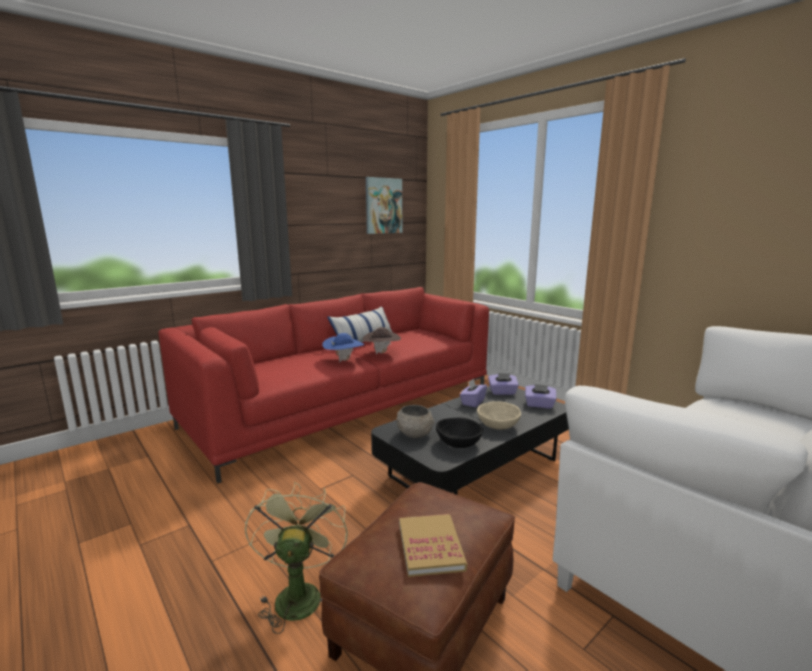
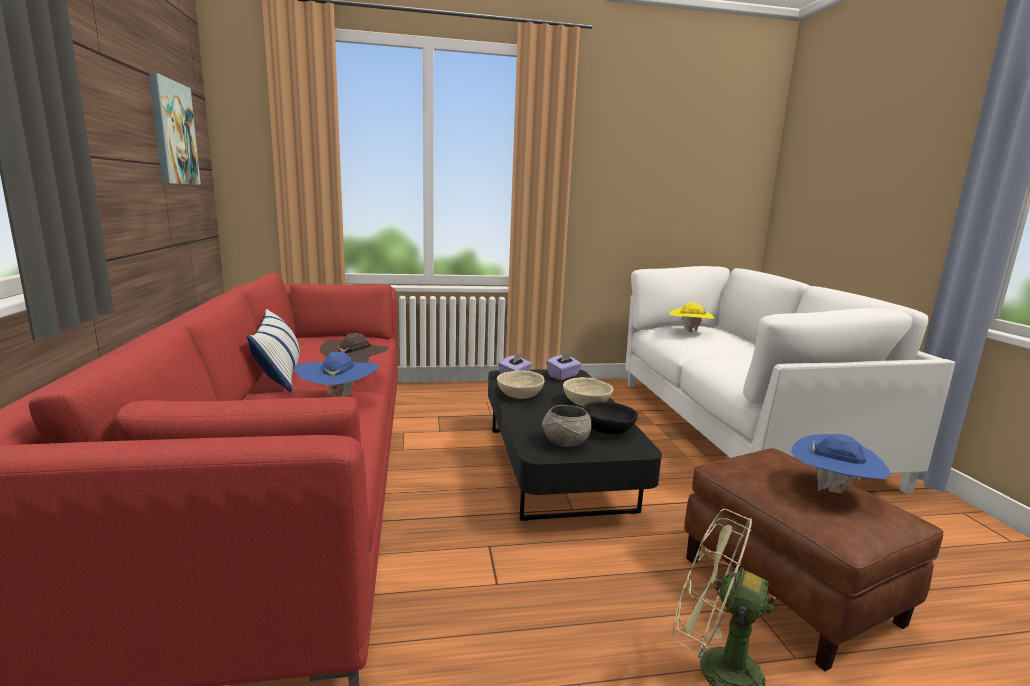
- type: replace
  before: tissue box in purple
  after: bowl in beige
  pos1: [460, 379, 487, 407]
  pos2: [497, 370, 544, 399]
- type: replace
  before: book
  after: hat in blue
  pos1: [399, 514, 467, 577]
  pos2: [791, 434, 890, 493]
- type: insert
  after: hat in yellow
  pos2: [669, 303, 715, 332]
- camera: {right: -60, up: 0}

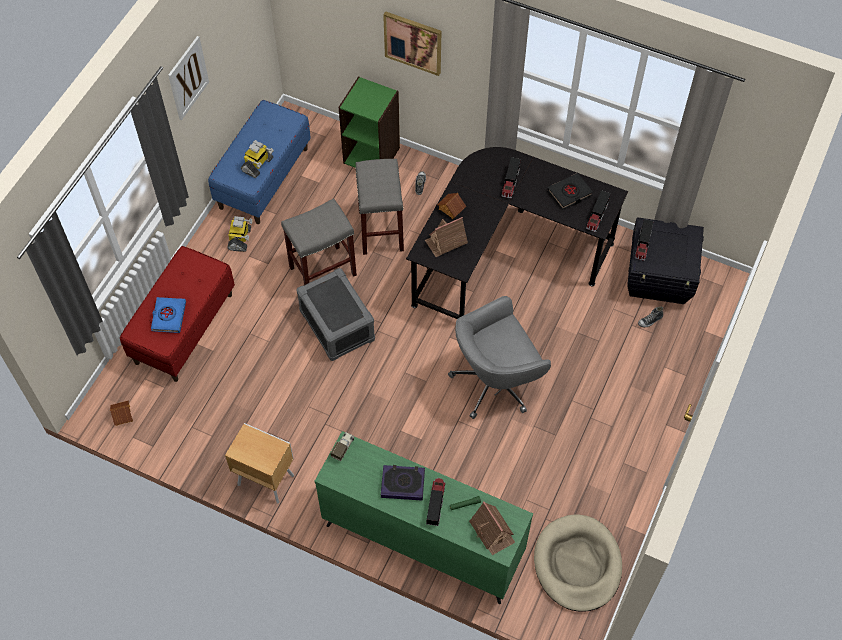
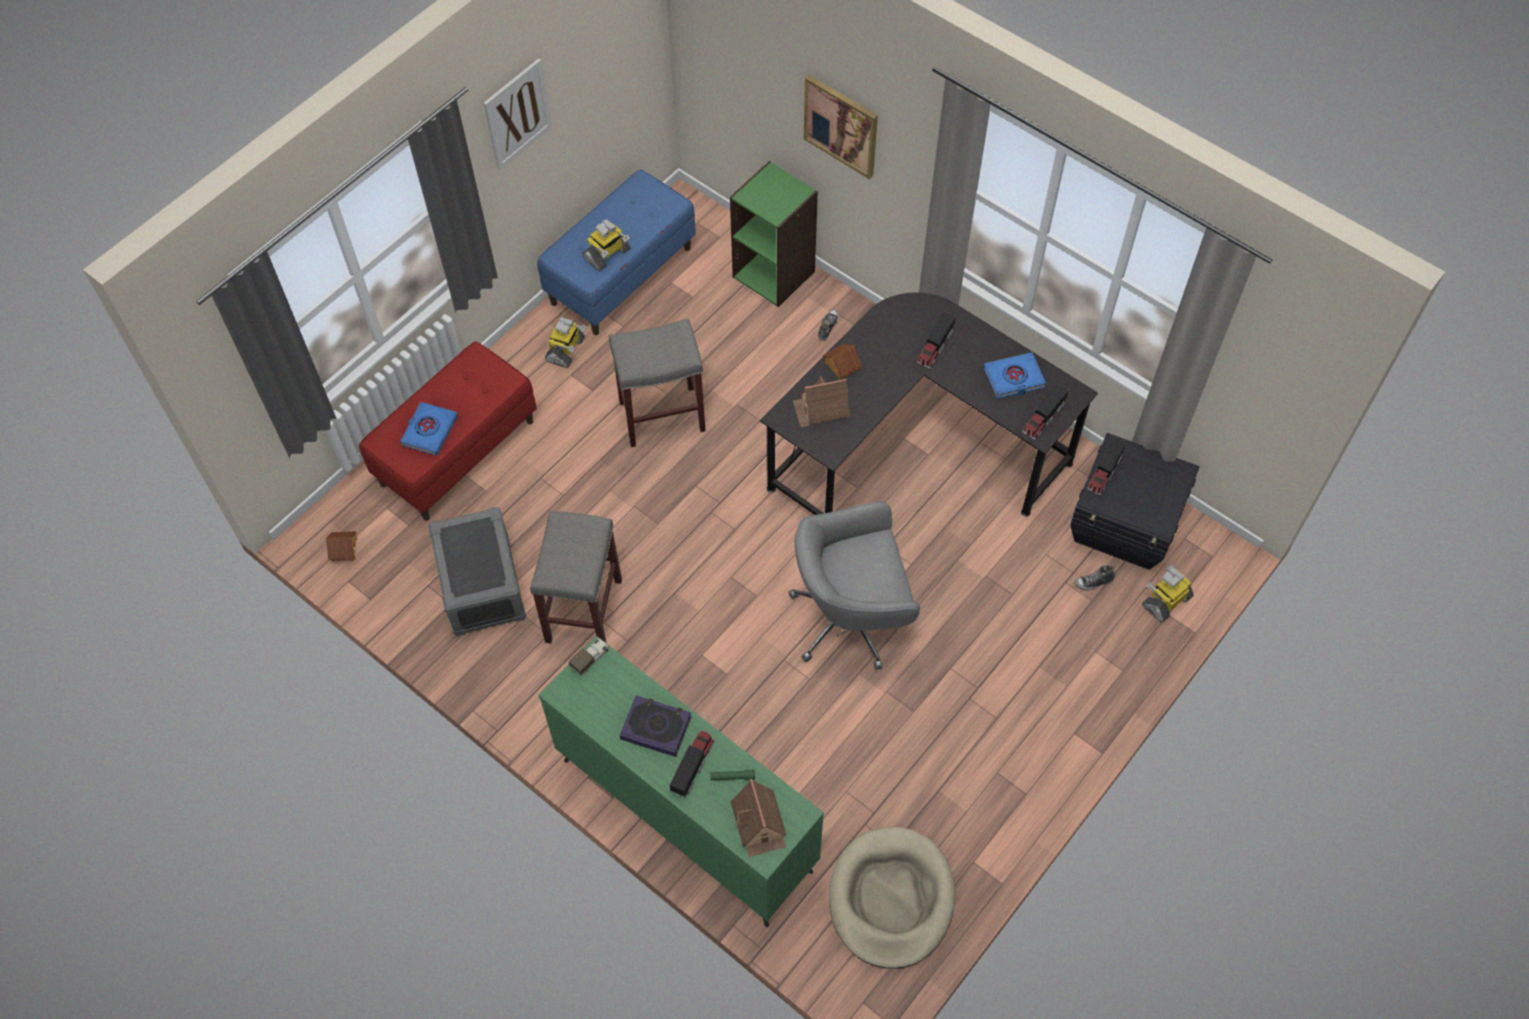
- type: move
  before: stool in grey
  pos1: [355, 159, 404, 255]
  pos2: [530, 511, 622, 644]
- type: recolor
  before: book in black
  after: book in blue
  pos1: [547, 173, 593, 209]
  pos2: [983, 352, 1046, 399]
- type: move
  before: storage box in grey
  pos1: [296, 268, 375, 361]
  pos2: [428, 507, 526, 636]
- type: delete
  before: nightstand in brown
  pos1: [225, 423, 294, 504]
- type: insert
  after: toy robot
  pos2: [1142, 565, 1194, 622]
- camera: {right: 15, up: 0}

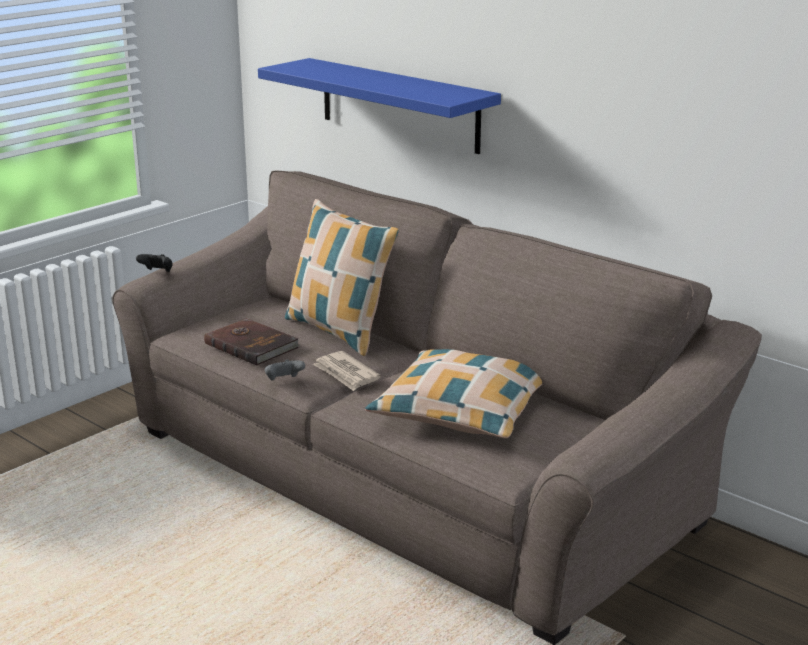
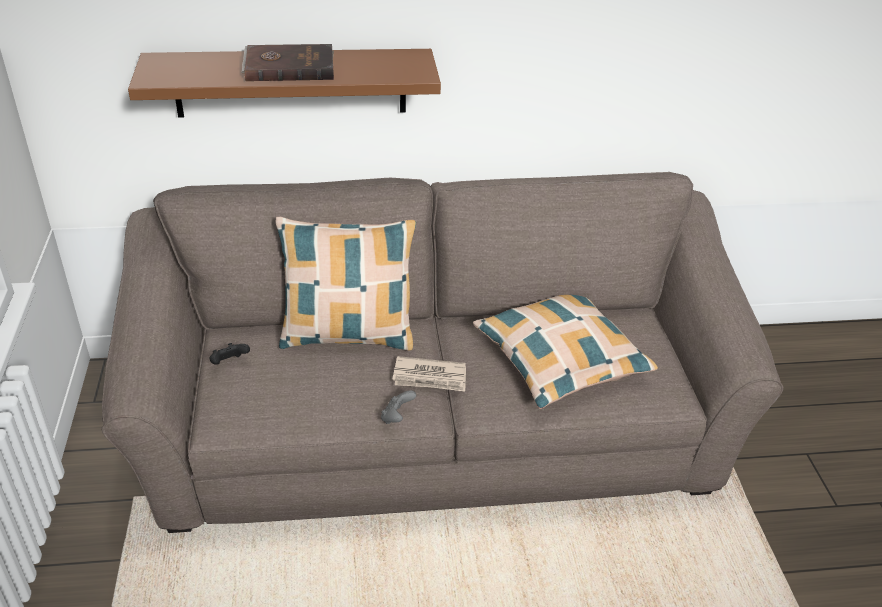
- type: recolor
  before: shelf in blue
  after: shelf in brown
  pos1: [258, 58, 501, 154]
  pos2: [128, 49, 441, 118]
- type: move
  before: game controller in black
  pos1: [136, 254, 173, 272]
  pos2: [209, 343, 250, 365]
- type: move
  before: book in brown
  pos1: [204, 318, 299, 366]
  pos2: [241, 44, 334, 81]
- camera: {right: -50, up: 15}

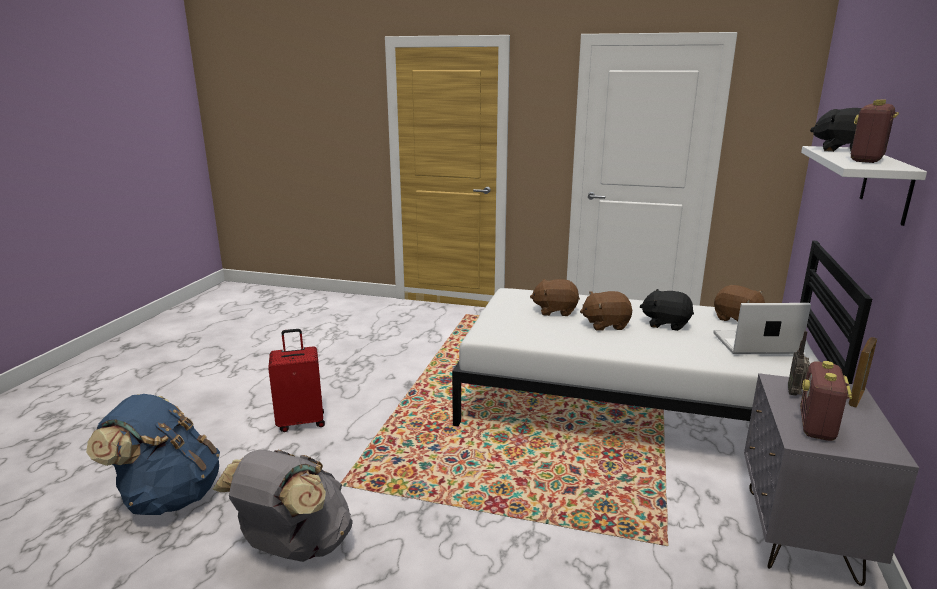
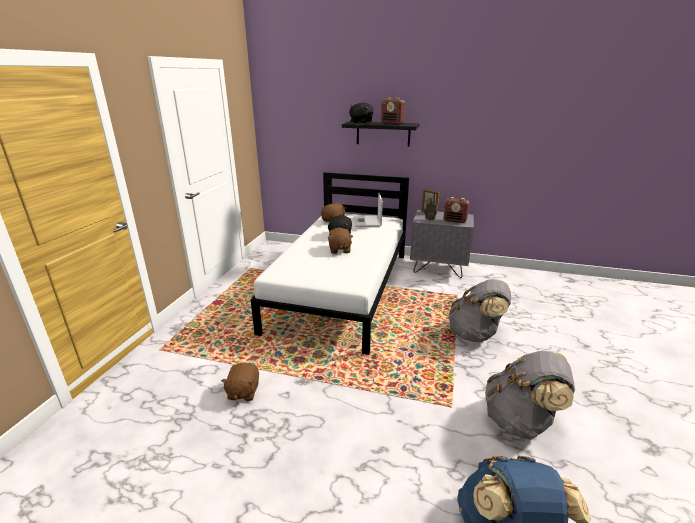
- type: recolor
  before: shelf in white
  after: shelf in black
  pos1: [801, 146, 927, 226]
  pos2: [342, 121, 420, 146]
- type: move
  before: plush toy in brown
  pos1: [530, 279, 580, 316]
  pos2: [221, 362, 259, 401]
- type: delete
  before: suitcase in red
  pos1: [268, 329, 325, 432]
- type: insert
  after: backpack in grey
  pos2: [449, 279, 511, 342]
- camera: {right: -90, up: 5}

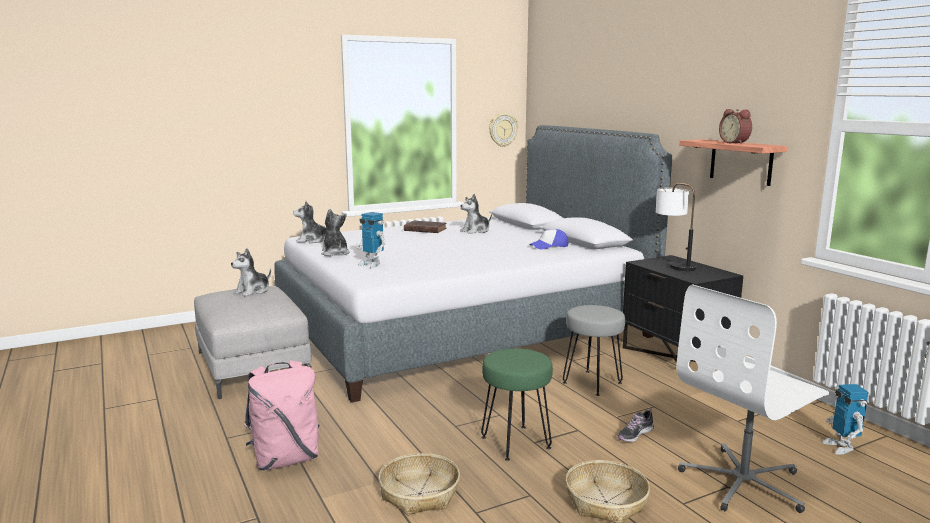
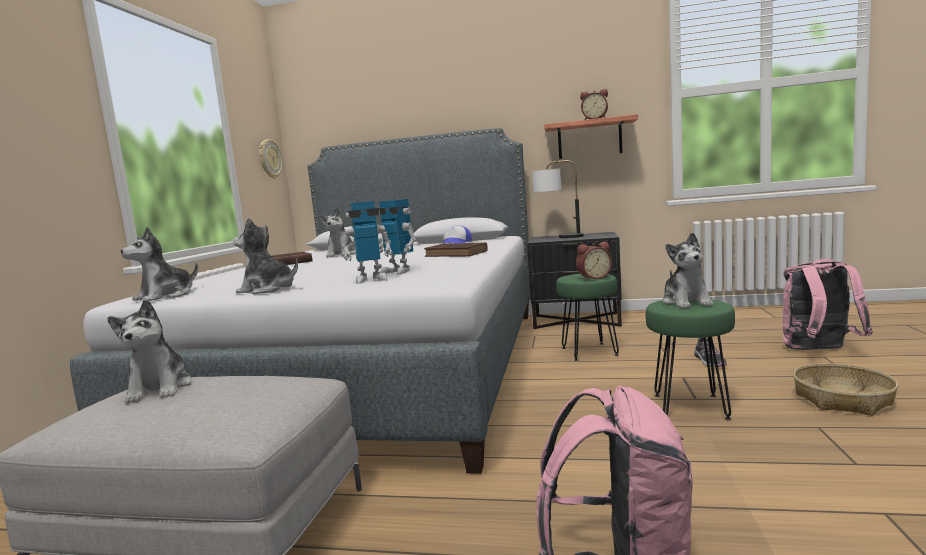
- type: replace
  before: office chair in white
  after: backpack in pink
  pos1: [677, 285, 830, 513]
  pos2: [783, 259, 873, 350]
- type: recolor
  before: stool in grey
  after: stool in green
  pos1: [563, 305, 625, 396]
  pos2: [556, 274, 619, 361]
- type: move
  before: toy robot
  pos1: [822, 384, 869, 455]
  pos2: [379, 199, 416, 275]
- type: delete
  before: basket
  pos1: [378, 453, 460, 516]
- type: insert
  after: plush toy
  pos2: [662, 232, 714, 308]
- type: insert
  after: book in brown
  pos2: [424, 242, 488, 257]
- type: insert
  after: alarm clock
  pos2: [576, 242, 612, 280]
- camera: {right: -50, up: -5}

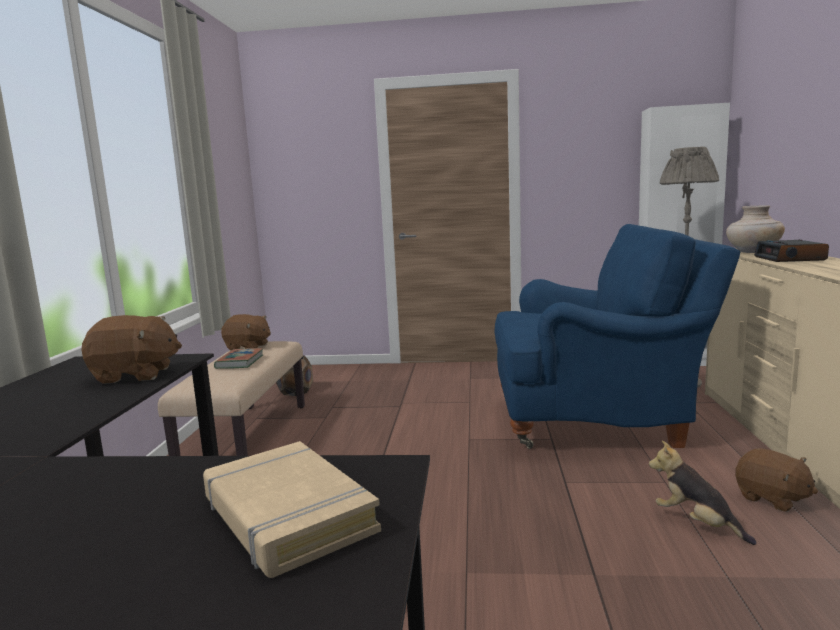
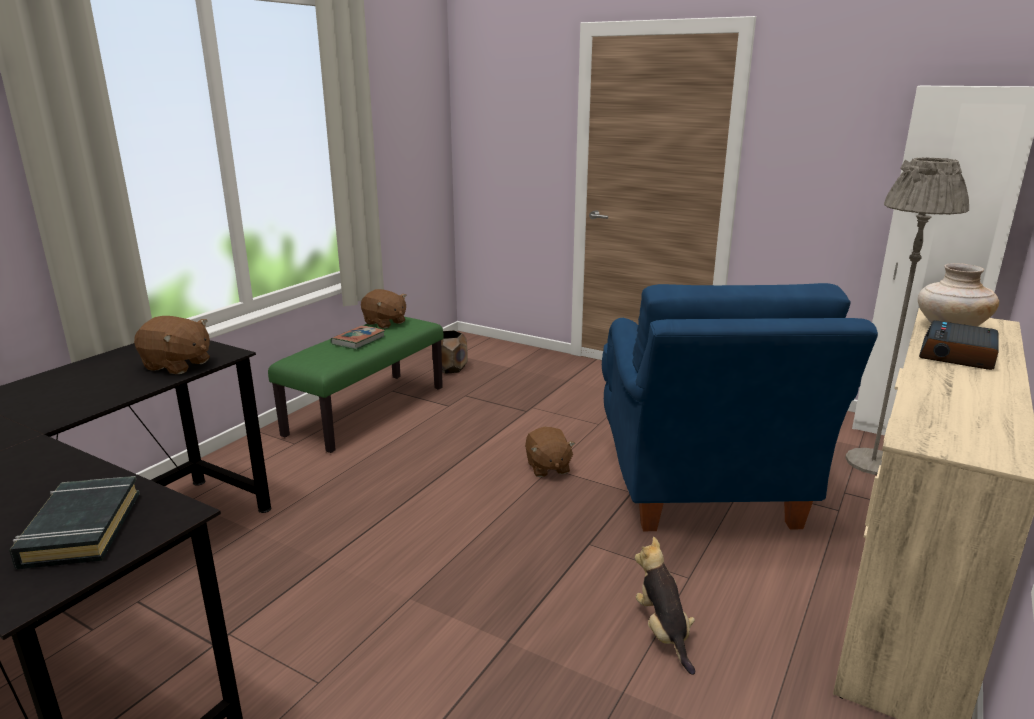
- type: rotate
  before: armchair in blue
  pos1: [494, 224, 741, 449]
  pos2: [602, 283, 878, 531]
  turn: 60
- type: recolor
  before: bench in beige
  after: bench in green
  pos1: [158, 341, 305, 456]
  pos2: [268, 317, 443, 453]
- type: recolor
  before: book in beige
  after: book in black
  pos1: [203, 441, 381, 578]
  pos2: [9, 476, 140, 569]
- type: move
  before: plush toy in brown
  pos1: [735, 448, 818, 512]
  pos2: [525, 427, 575, 477]
- camera: {right: 25, up: 10}

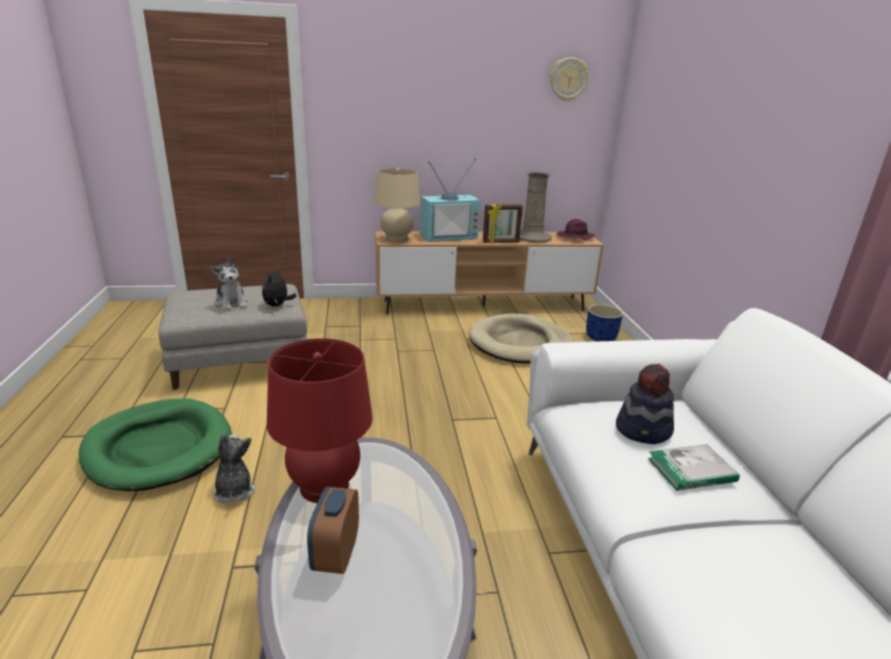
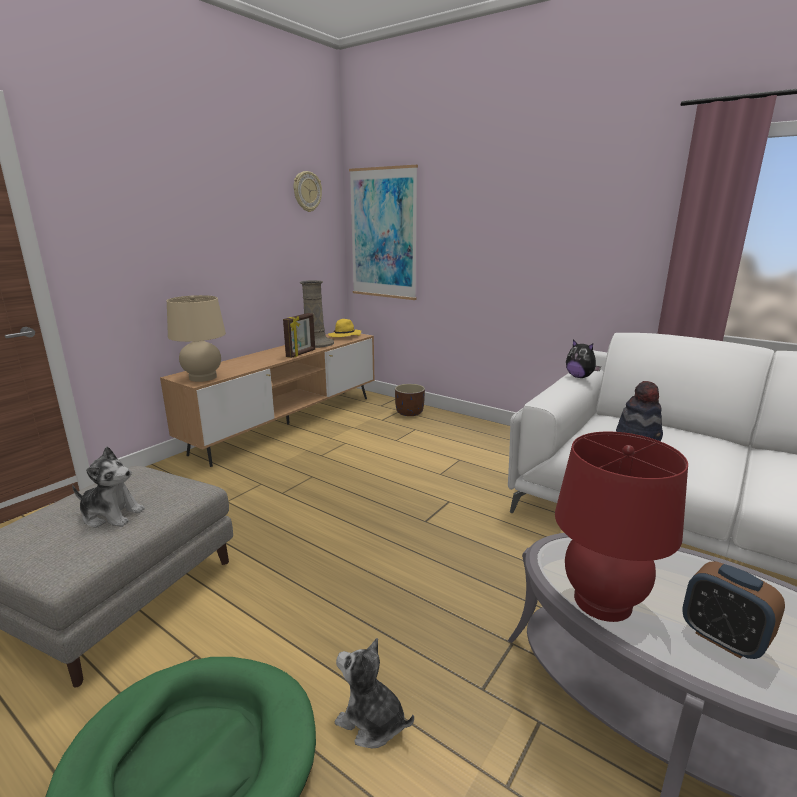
- type: delete
  before: television
  pos1: [420, 157, 480, 242]
- type: recolor
  before: hat in purple
  after: hat in yellow
  pos1: [557, 219, 595, 241]
  pos2: [328, 319, 361, 337]
- type: move
  before: plush toy
  pos1: [262, 269, 296, 307]
  pos2: [566, 340, 601, 378]
- type: recolor
  before: planter in blue
  after: planter in brown
  pos1: [586, 305, 623, 341]
  pos2: [395, 384, 425, 416]
- type: delete
  before: dog bed in beige
  pos1: [469, 314, 574, 364]
- type: delete
  before: book
  pos1: [648, 444, 740, 491]
- type: insert
  after: picture
  pos2: [349, 165, 418, 300]
- camera: {right: -45, up: -5}

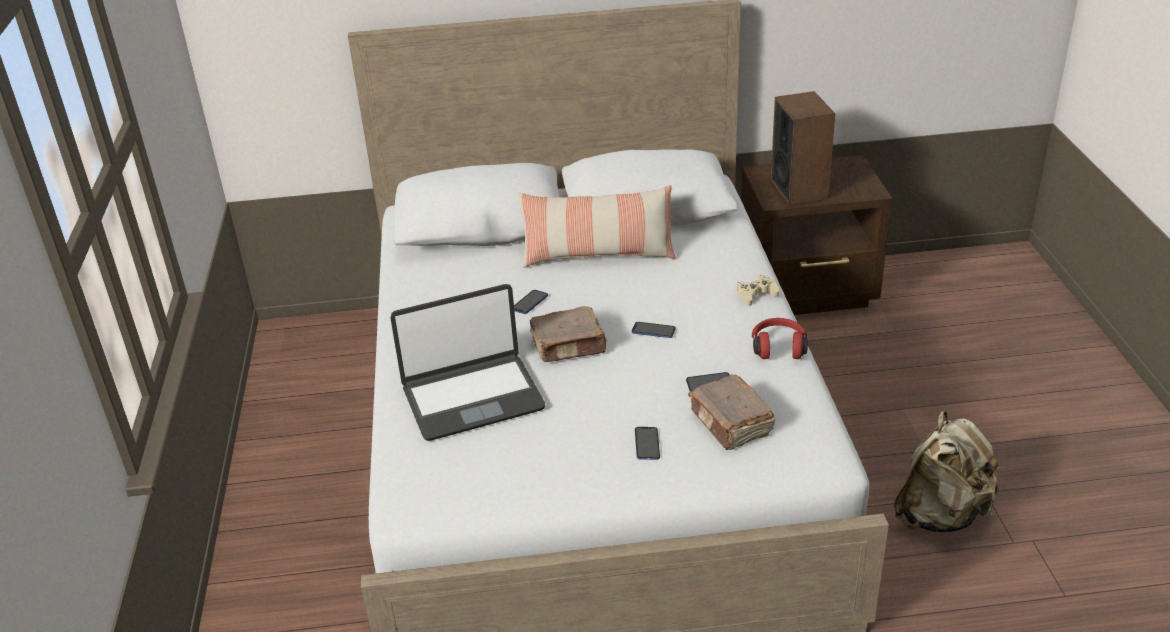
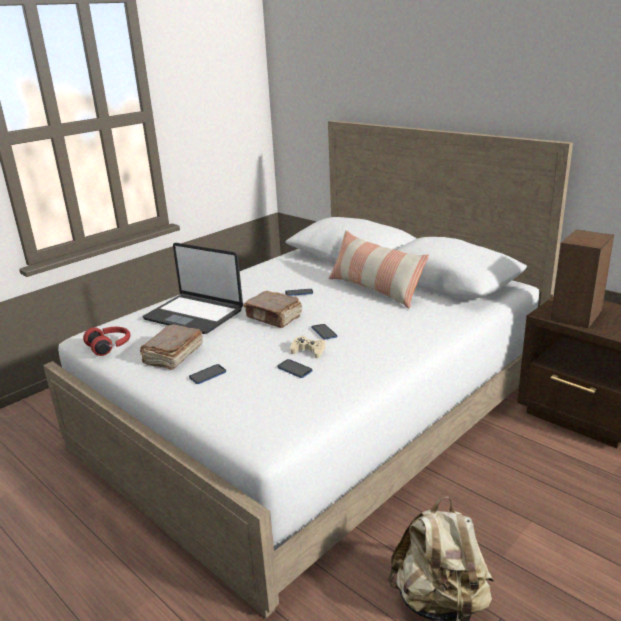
- type: move
  before: game controller in beige
  pos1: [737, 275, 779, 306]
  pos2: [291, 336, 326, 359]
- type: move
  before: headphones in red
  pos1: [752, 318, 808, 359]
  pos2: [83, 327, 130, 356]
- type: move
  before: book in brown
  pos1: [688, 375, 775, 450]
  pos2: [140, 325, 203, 370]
- camera: {right: 50, up: -10}

